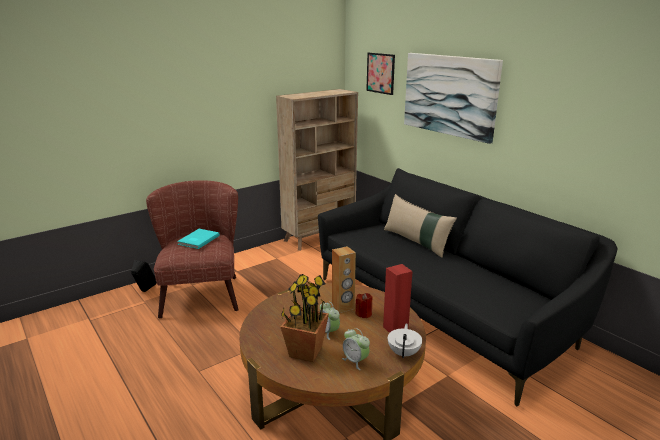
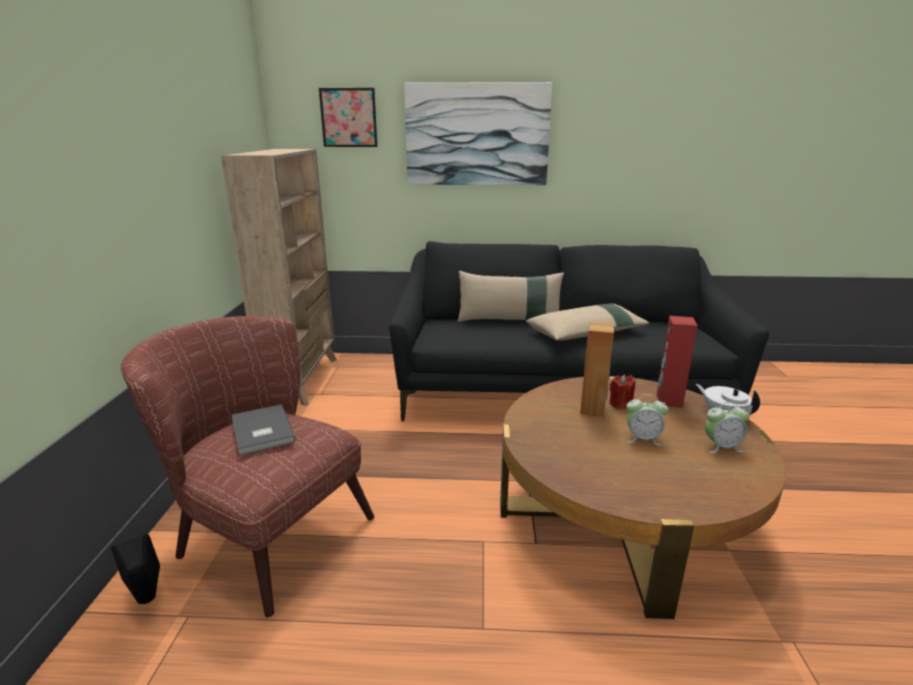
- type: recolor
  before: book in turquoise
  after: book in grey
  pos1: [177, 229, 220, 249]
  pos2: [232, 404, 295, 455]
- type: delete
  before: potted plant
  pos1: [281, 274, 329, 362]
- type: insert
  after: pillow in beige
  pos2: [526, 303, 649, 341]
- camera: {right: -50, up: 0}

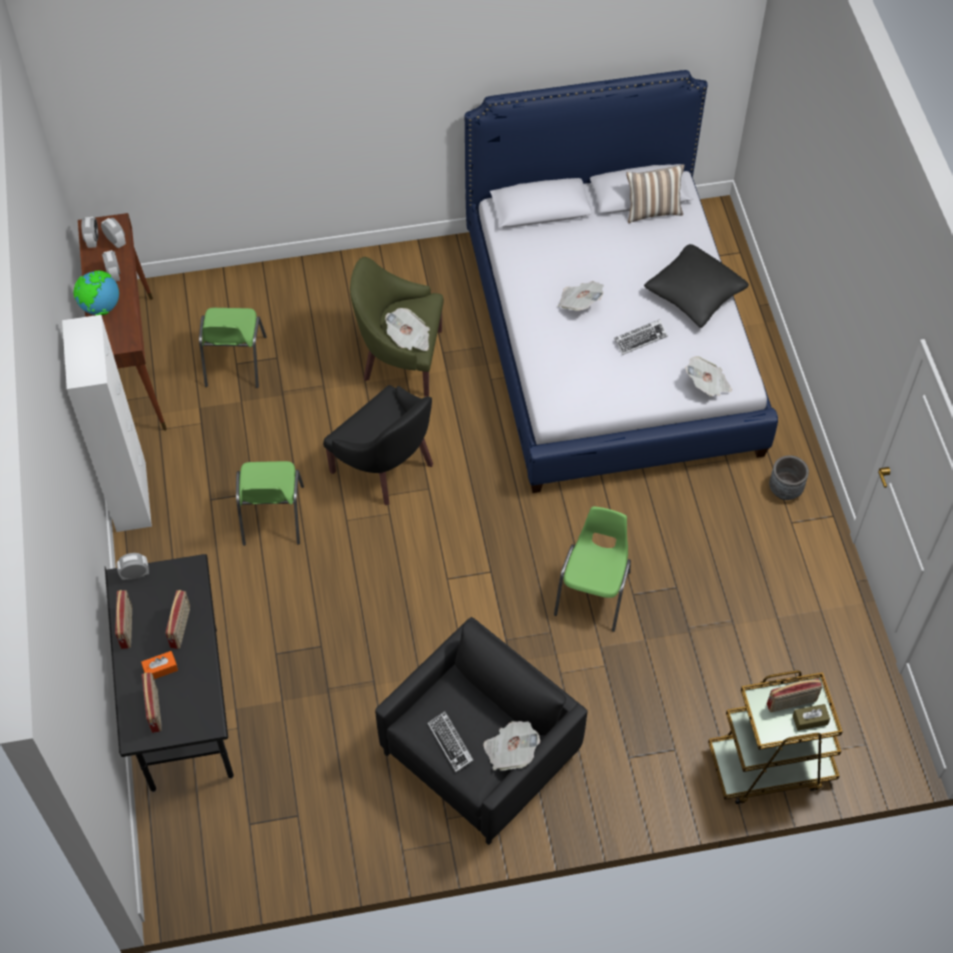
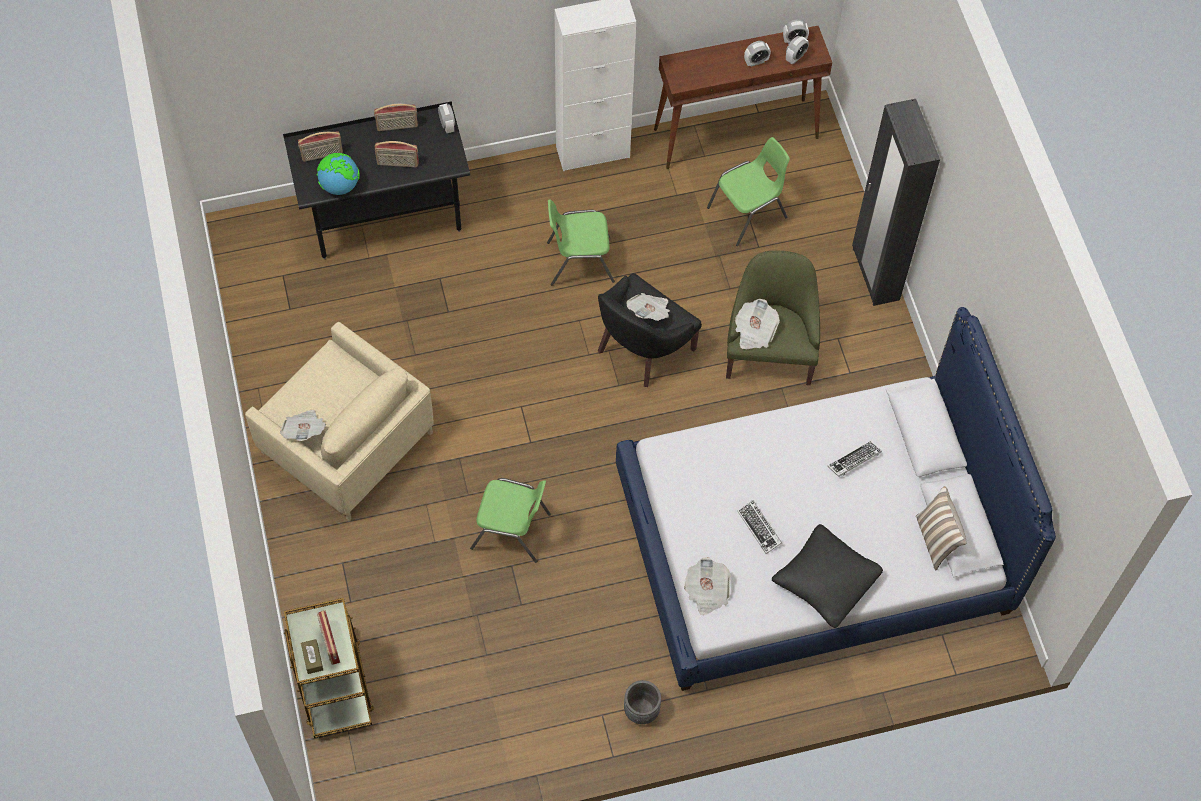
- type: move
  before: globe
  pos1: [74, 270, 119, 315]
  pos2: [317, 153, 360, 195]
- type: move
  before: newspaper
  pos1: [558, 281, 604, 311]
  pos2: [627, 293, 670, 321]
- type: rotate
  before: chair in green
  pos1: [199, 308, 267, 388]
  pos2: [707, 137, 790, 246]
  turn: 150
- type: recolor
  before: armchair in black
  after: armchair in beige
  pos1: [375, 617, 588, 845]
  pos2: [245, 322, 433, 520]
- type: delete
  before: tissue box in orange
  pos1: [141, 651, 178, 679]
- type: move
  before: keyboard
  pos1: [428, 711, 474, 772]
  pos2: [828, 441, 882, 477]
- type: insert
  after: wardrobe in black
  pos2: [852, 99, 940, 306]
- camera: {right: 85, up: 5}

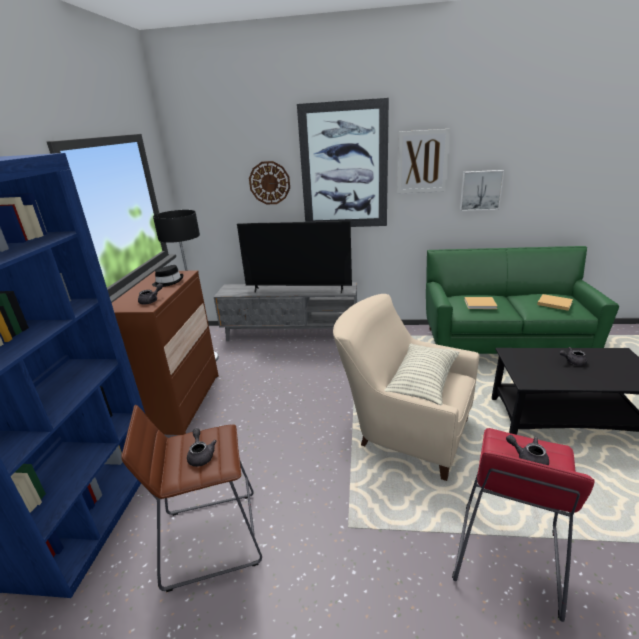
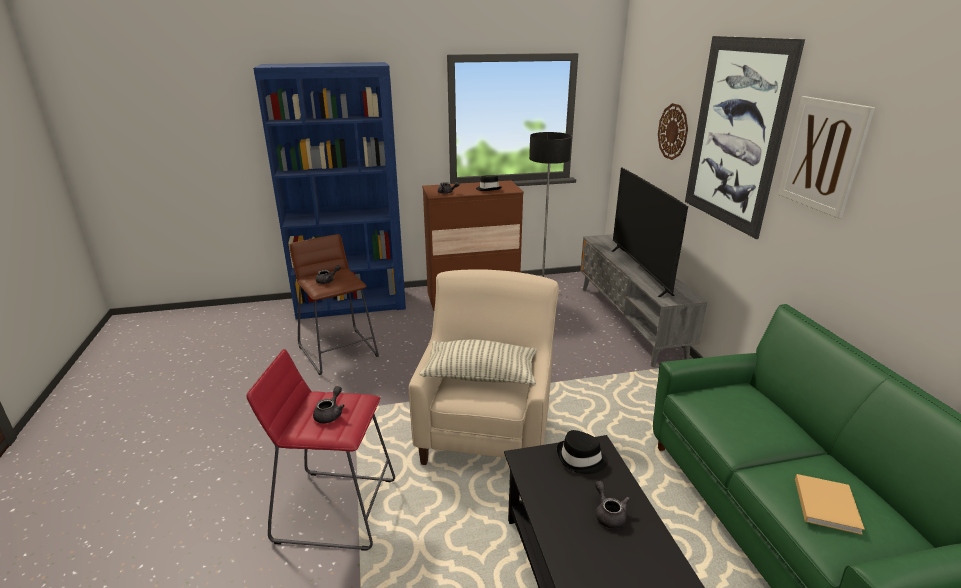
- type: delete
  before: picture
  pos1: [460, 170, 504, 211]
- type: delete
  before: book in beige
  pos1: [464, 297, 497, 309]
- type: insert
  after: hat in black
  pos2: [557, 430, 608, 474]
- camera: {right: 70, up: 0}

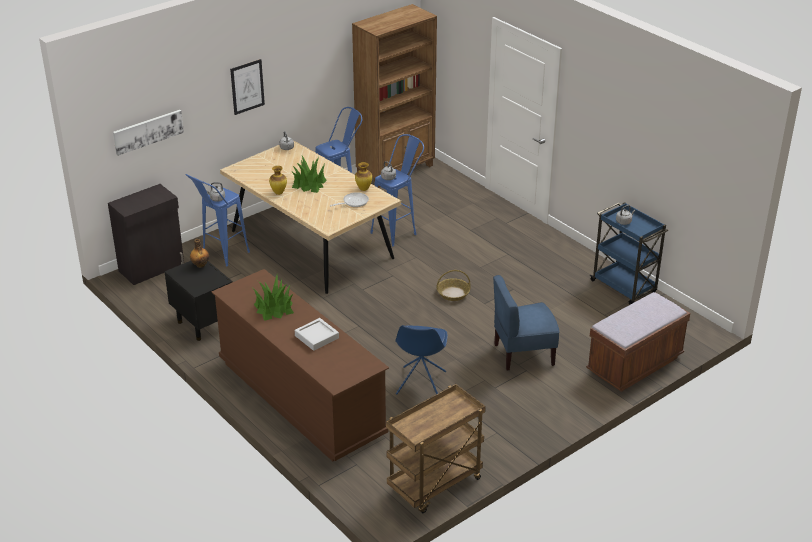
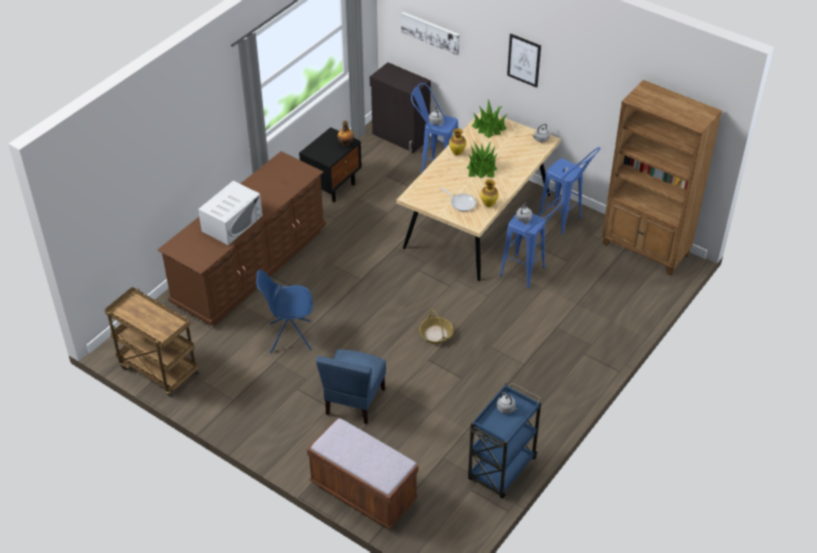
- type: move
  before: potted plant
  pos1: [253, 275, 294, 321]
  pos2: [472, 99, 507, 138]
- type: rotate
  before: chair in blue
  pos1: [493, 275, 560, 371]
  pos2: [316, 349, 386, 424]
  turn: -135
- type: replace
  before: tray in grey
  after: microwave in white
  pos1: [295, 318, 339, 351]
  pos2: [198, 181, 263, 245]
- camera: {right: 75, up: 10}

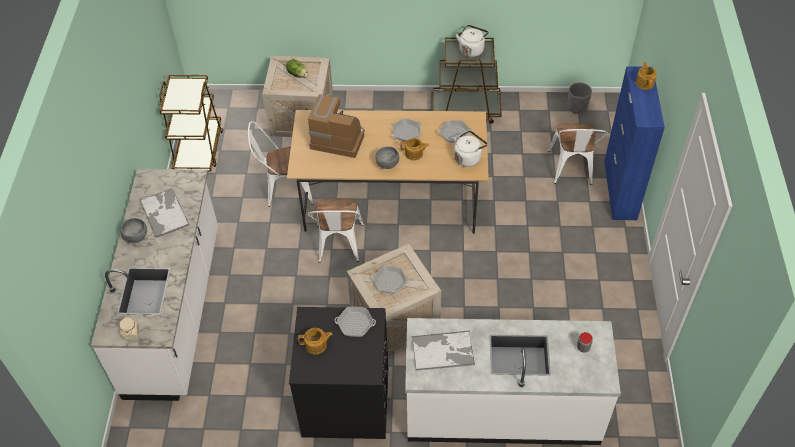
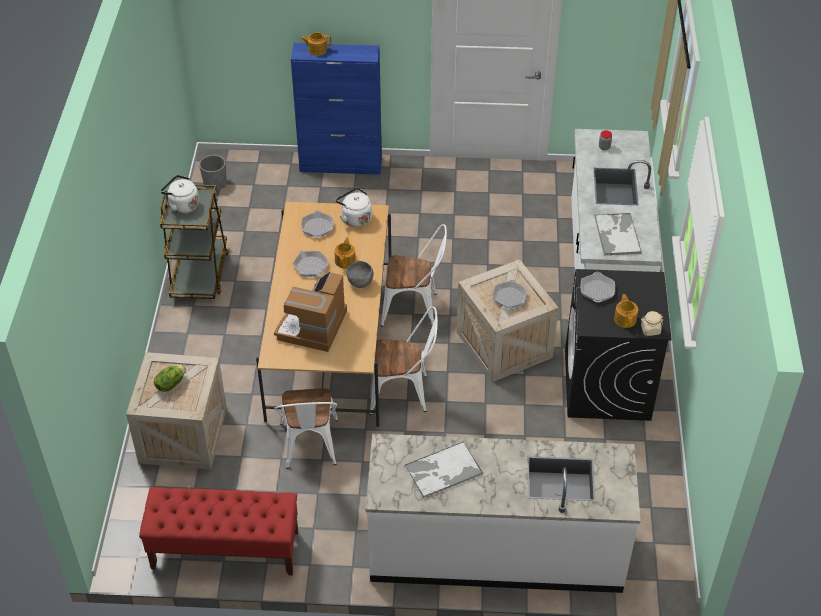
- type: replace
  before: cart in brown
  after: bench in red
  pos1: [159, 75, 223, 172]
  pos2: [139, 487, 298, 576]
- type: move
  before: chair in white
  pos1: [548, 123, 608, 185]
  pos2: [381, 224, 447, 327]
- type: delete
  before: bowl in grey
  pos1: [120, 218, 147, 243]
- type: move
  before: jar in beige
  pos1: [119, 316, 139, 340]
  pos2: [641, 311, 663, 336]
- camera: {right: -90, up: -5}

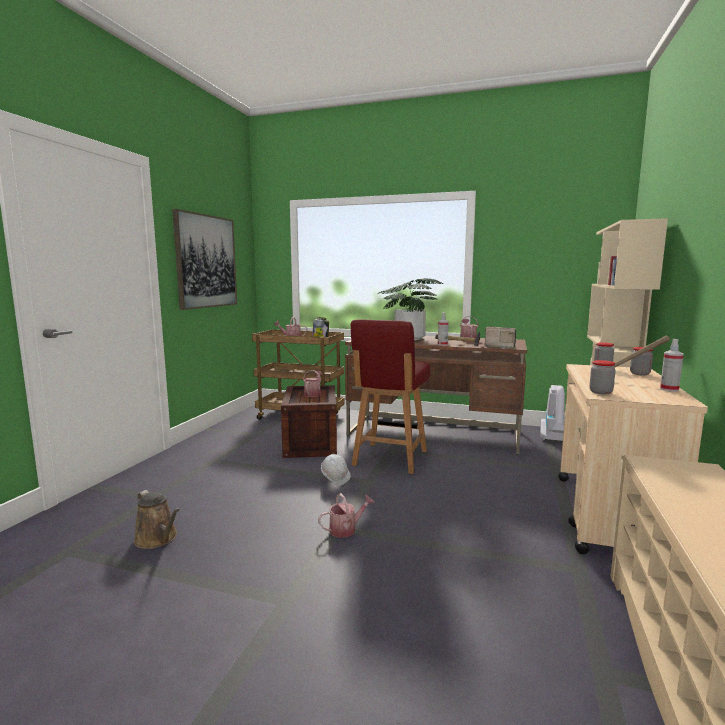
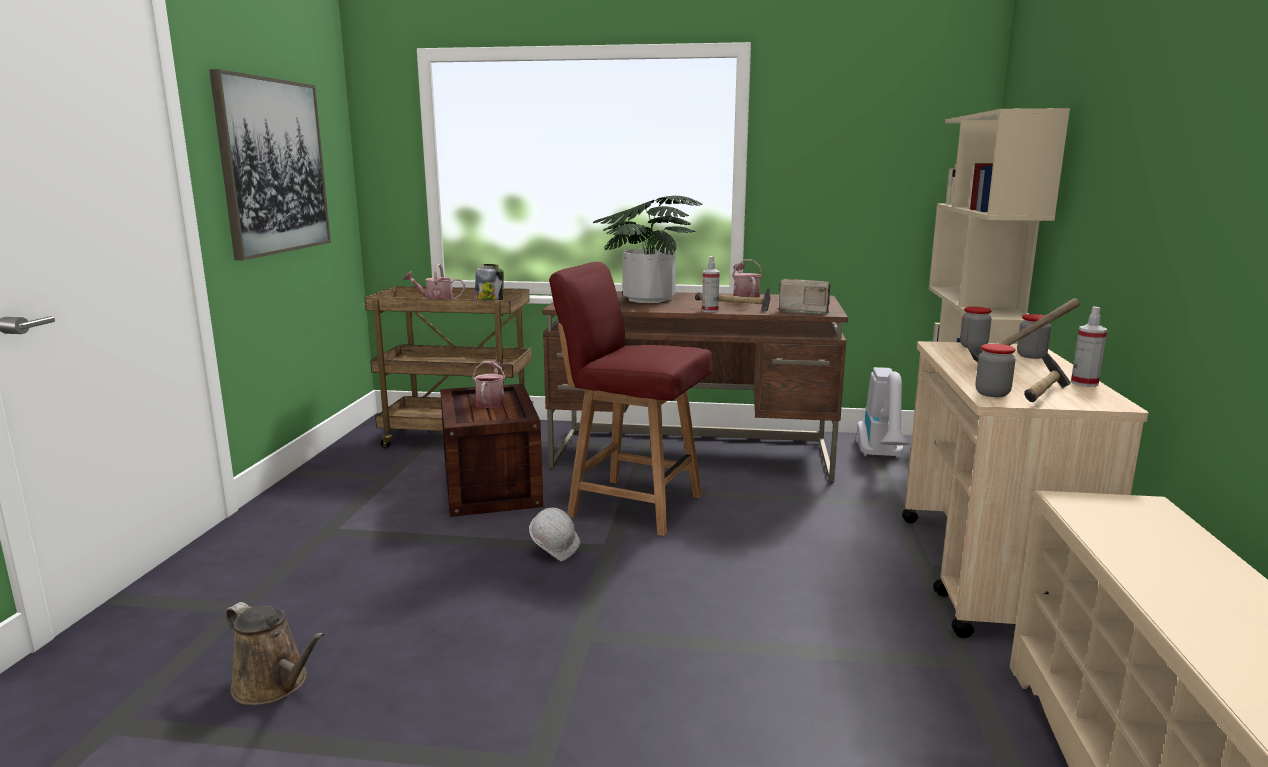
- type: rotate
  before: chair in red
  pos1: [350, 319, 430, 474]
  pos2: [549, 262, 712, 536]
  turn: 105
- type: delete
  before: watering can
  pos1: [318, 493, 375, 538]
- type: insert
  after: hammer
  pos2: [1024, 353, 1071, 402]
- camera: {right: -10, up: 5}

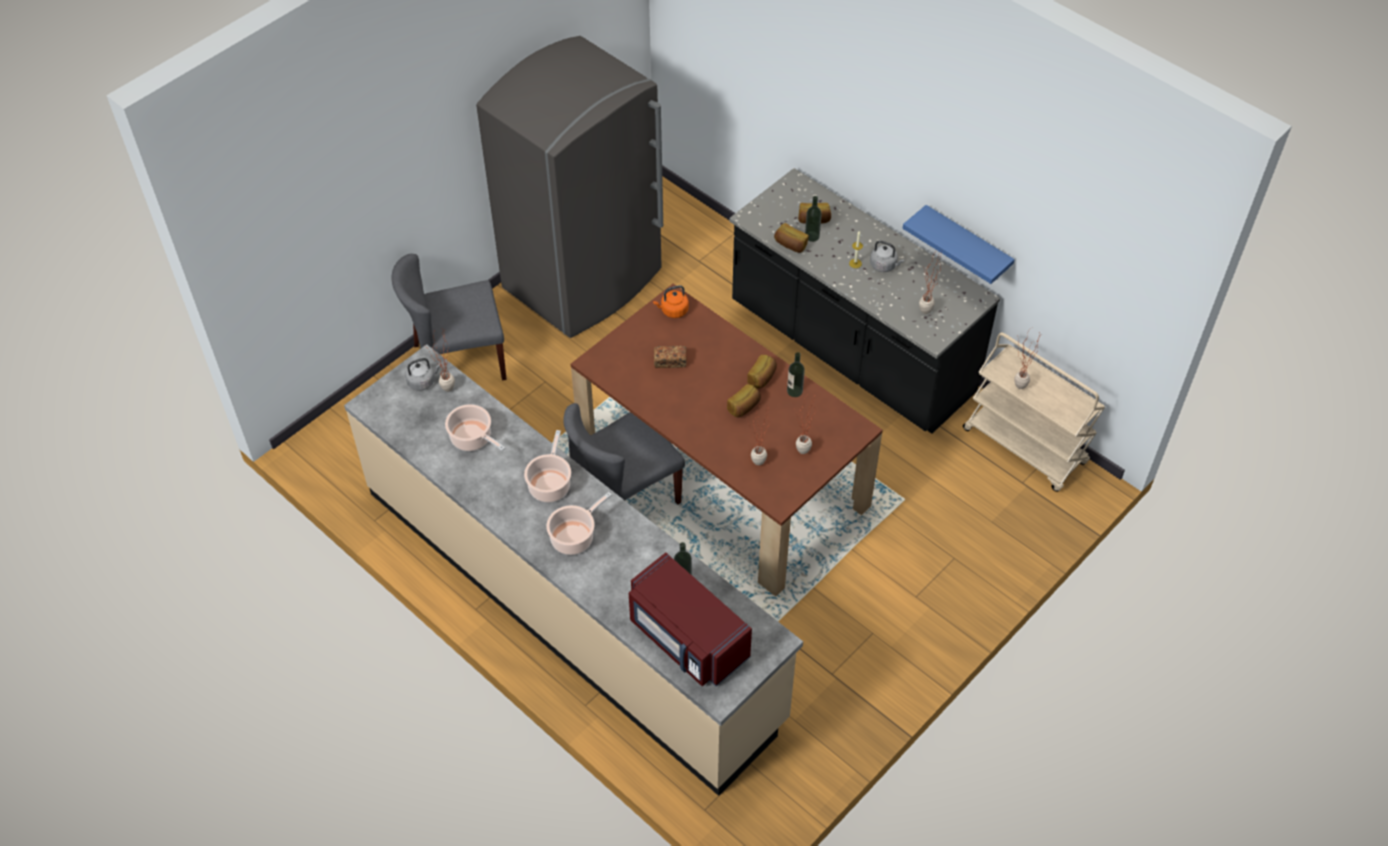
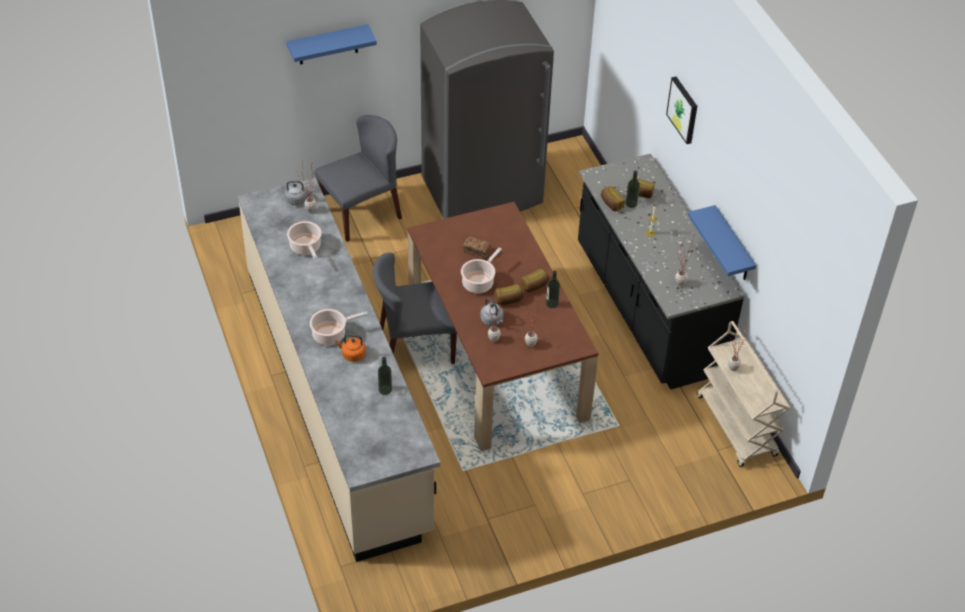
- type: move
  before: kettle in grey
  pos1: [870, 241, 904, 272]
  pos2: [481, 298, 504, 326]
- type: rotate
  before: chair in grey
  pos1: [392, 254, 507, 381]
  pos2: [315, 115, 402, 242]
  turn: 135
- type: move
  before: kettle in orange
  pos1: [653, 285, 689, 318]
  pos2: [335, 334, 366, 362]
- type: move
  before: cooking pot
  pos1: [524, 430, 571, 502]
  pos2: [461, 248, 502, 294]
- type: delete
  before: microwave in red
  pos1: [629, 552, 752, 686]
- type: insert
  after: shelf in blue
  pos2: [286, 24, 377, 65]
- type: insert
  after: picture
  pos2: [666, 76, 697, 144]
- camera: {right: 25, up: -5}

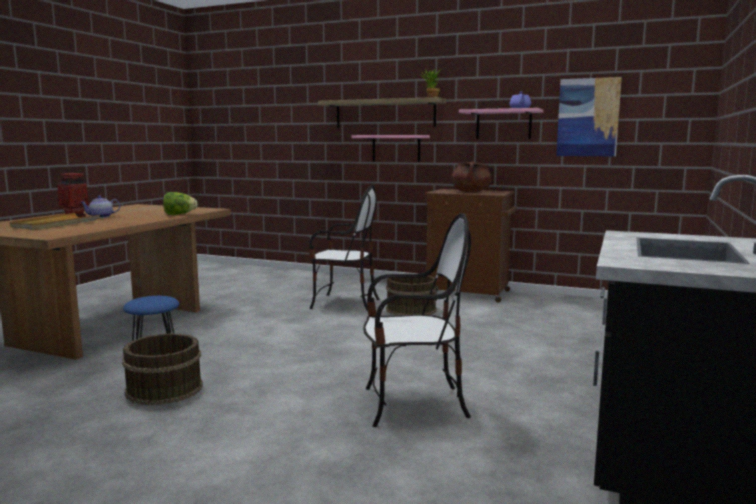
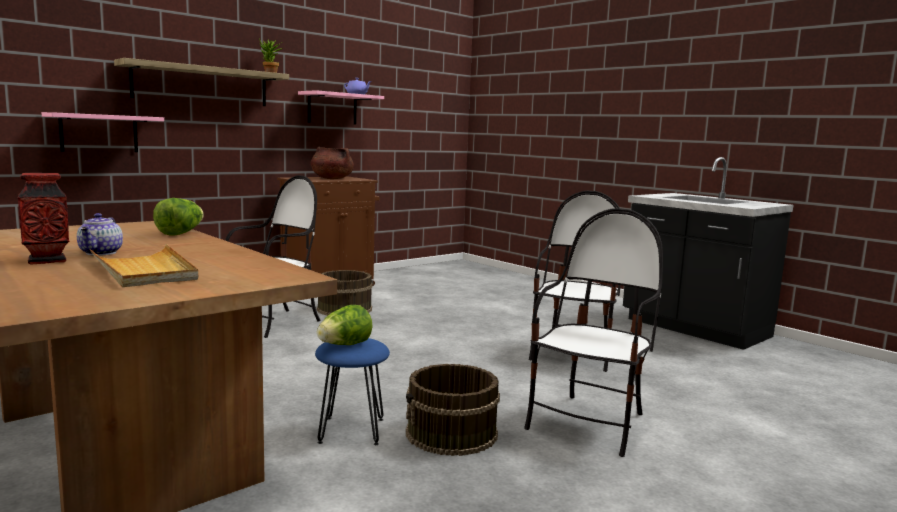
- type: delete
  before: picture
  pos1: [556, 77, 622, 157]
- type: move
  before: shelf in pink
  pos1: [352, 135, 430, 162]
  pos2: [42, 112, 164, 152]
- type: insert
  after: chair
  pos2: [524, 208, 663, 457]
- type: insert
  after: lettuce
  pos2: [317, 305, 373, 345]
- camera: {right: -65, up: 0}

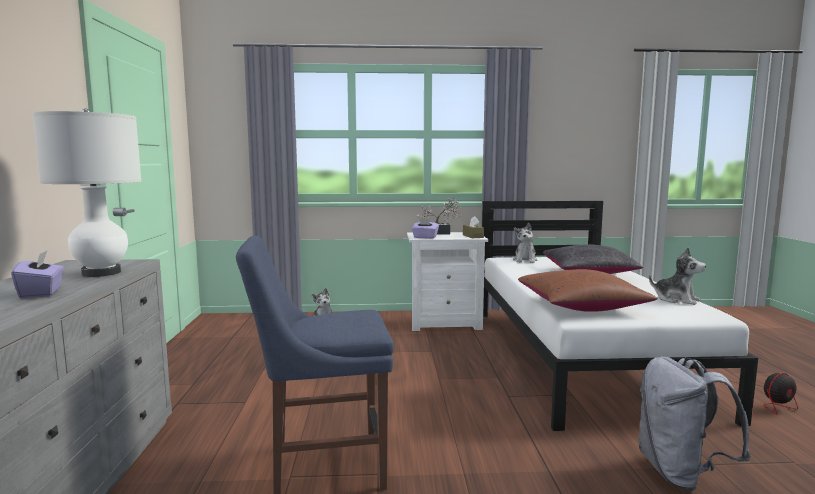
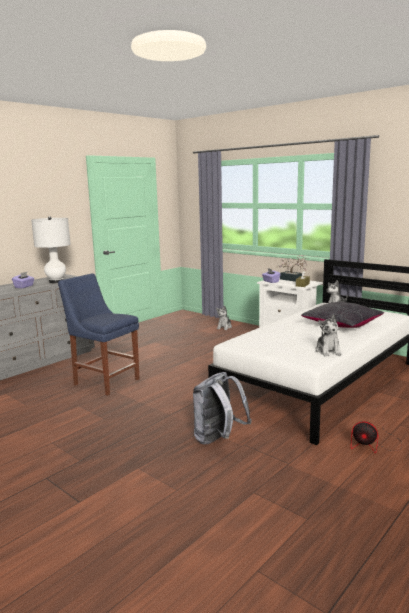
- type: delete
  before: pillow in brown
  pos1: [518, 269, 658, 312]
- camera: {right: 45, up: 5}

